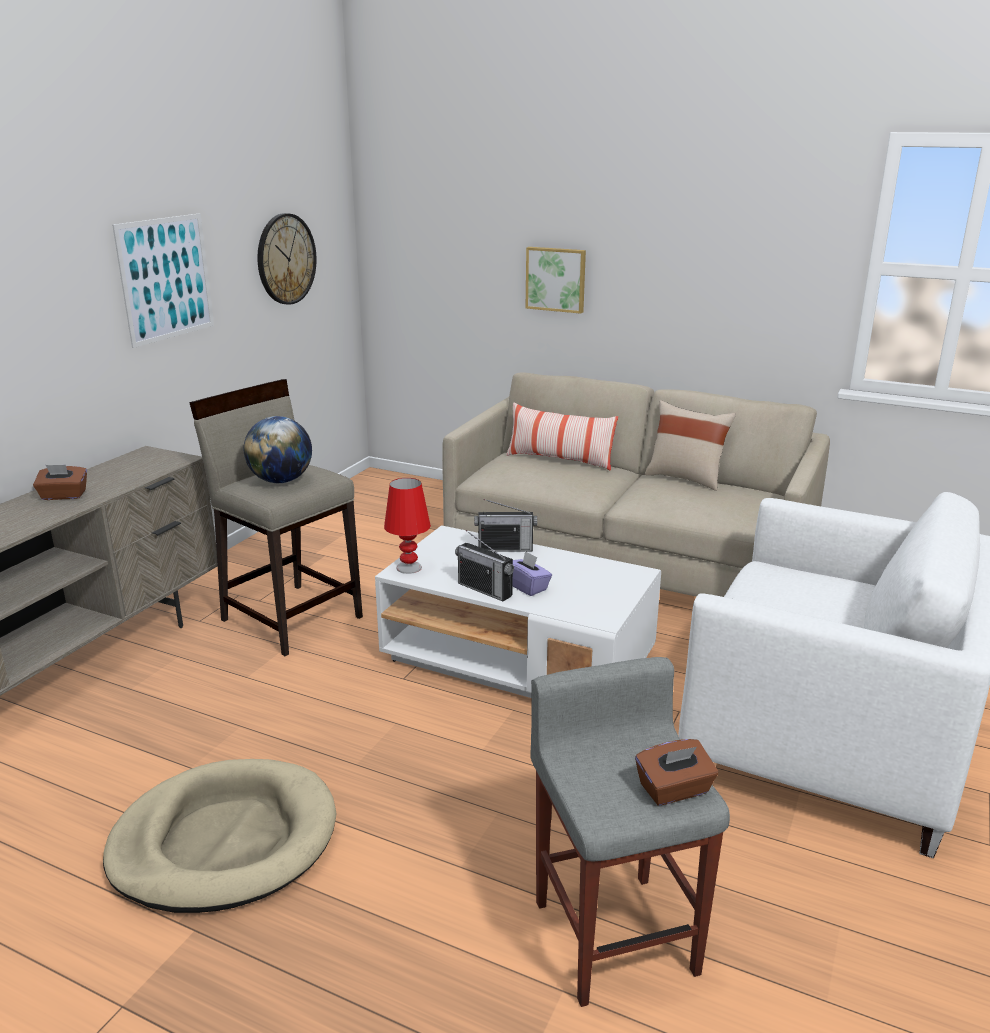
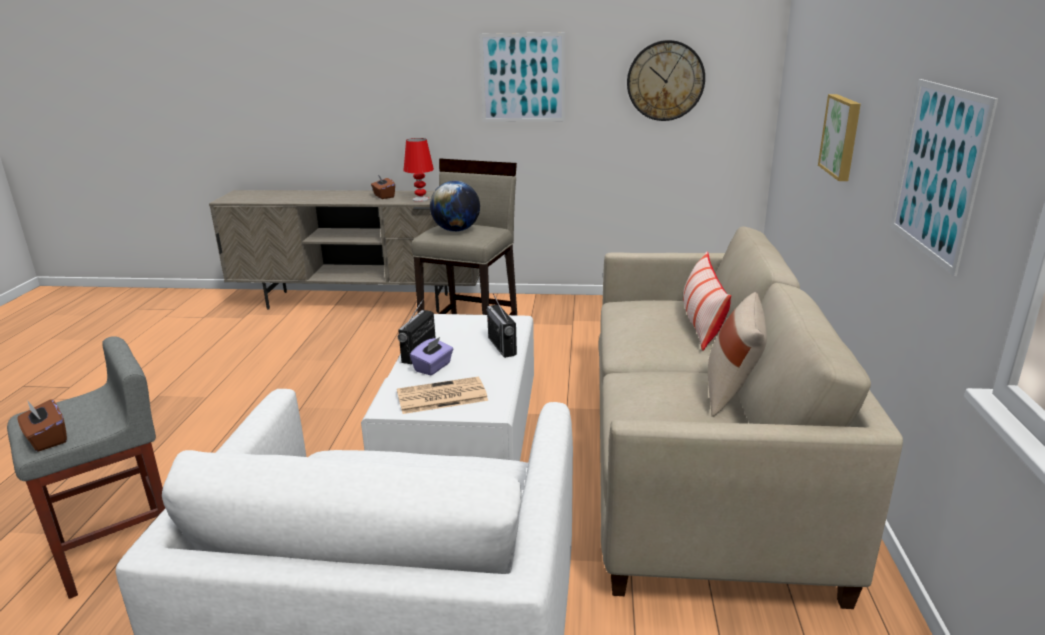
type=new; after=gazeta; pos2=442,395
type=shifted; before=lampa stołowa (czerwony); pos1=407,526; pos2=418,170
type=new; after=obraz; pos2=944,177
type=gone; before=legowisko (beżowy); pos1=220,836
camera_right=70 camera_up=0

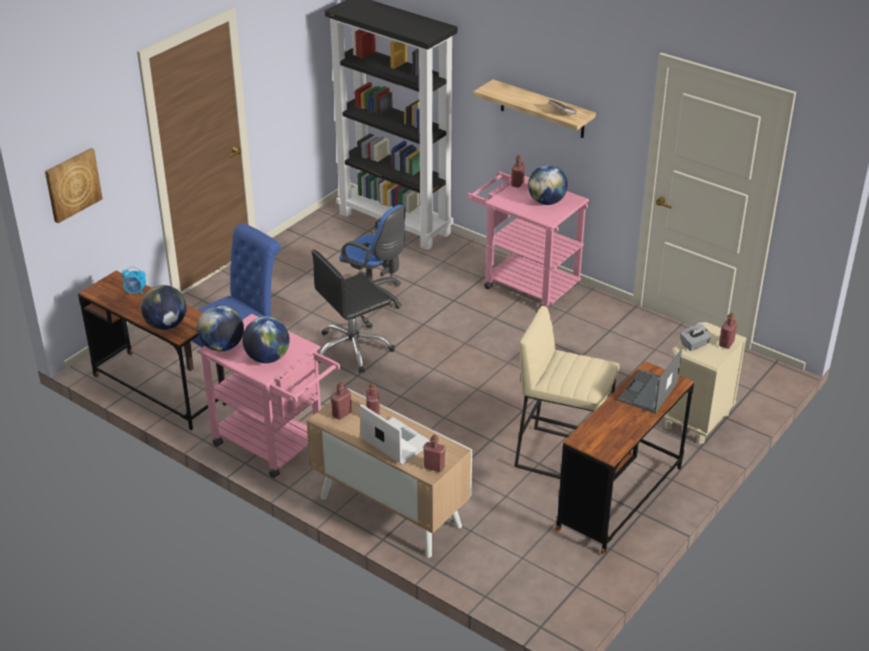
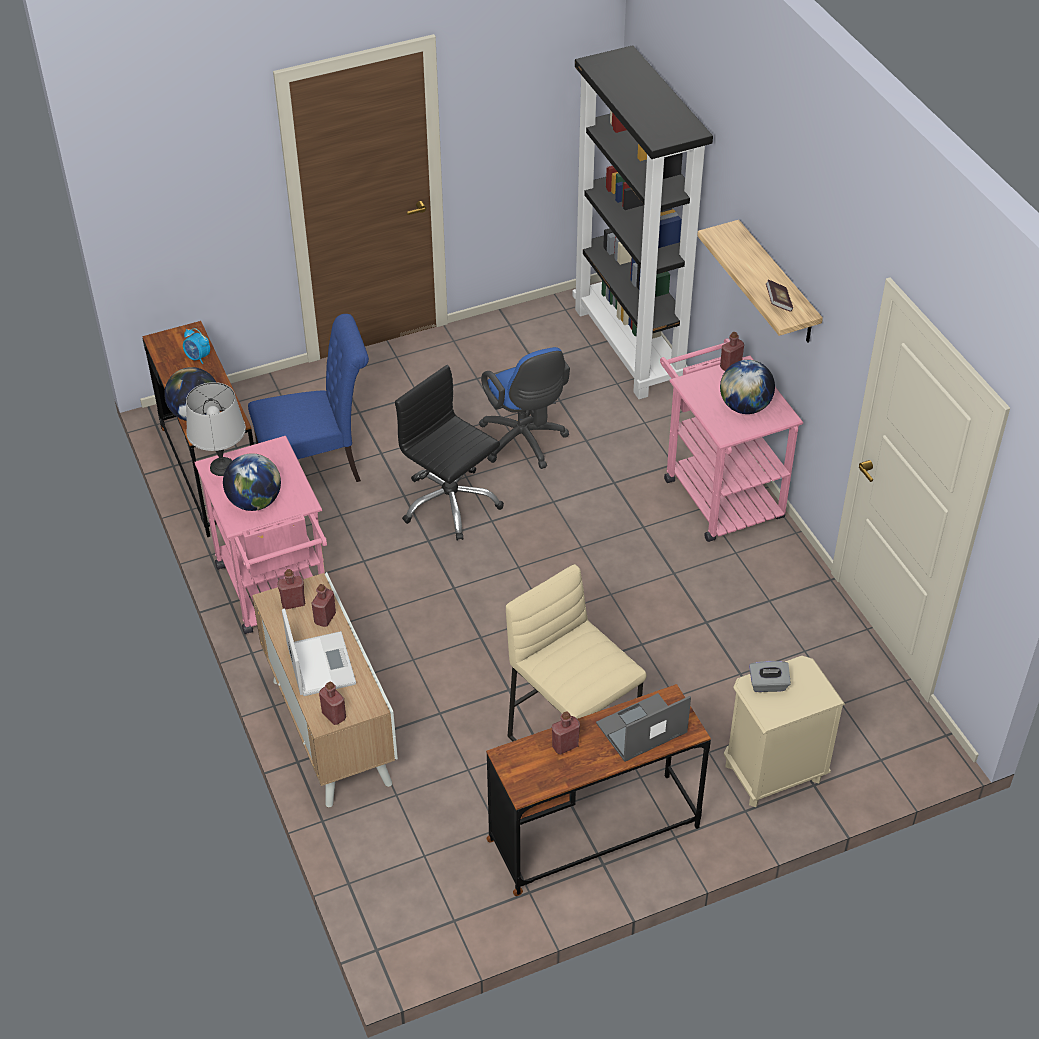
type=swapped; before=globus; after=lampa stołowa (szary); pos1=220,328; pos2=216,429
type=rotated; before=krzesło biurowe (czarny); pos1=353,311; pos2=449,452; turn=45
type=shifted; before=butelka (czerwony); pos1=728,331; pos2=566,733
type=gone; before=obraz; pos1=74,185
camera_right=30 camera_up=10

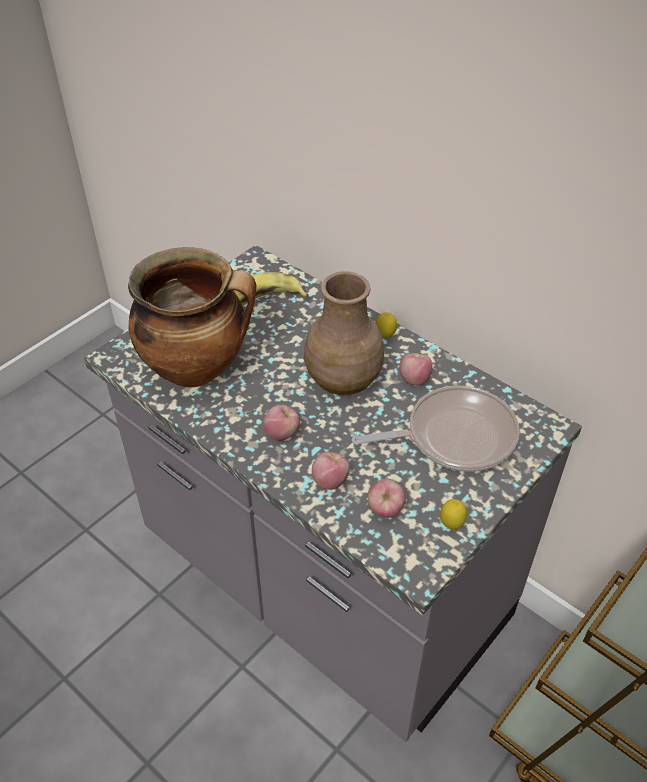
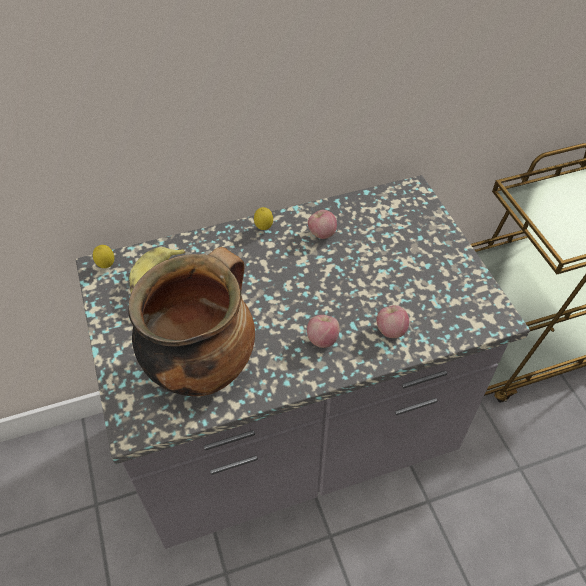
type=shifted; before=cytryna; pos1=453,514; pos2=103,256
type=gone; before=wazon (brązowy); pos1=344,333
type=gone; before=patelnia; pos1=436,428
type=gone; before=jabłko; pos1=387,498
camera_right=-60 camera_up=5

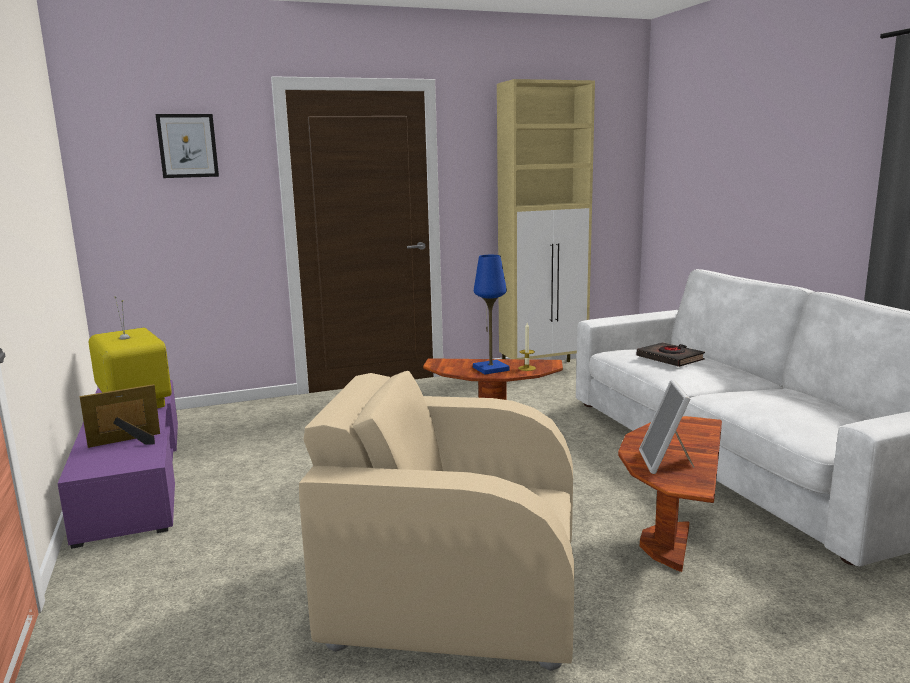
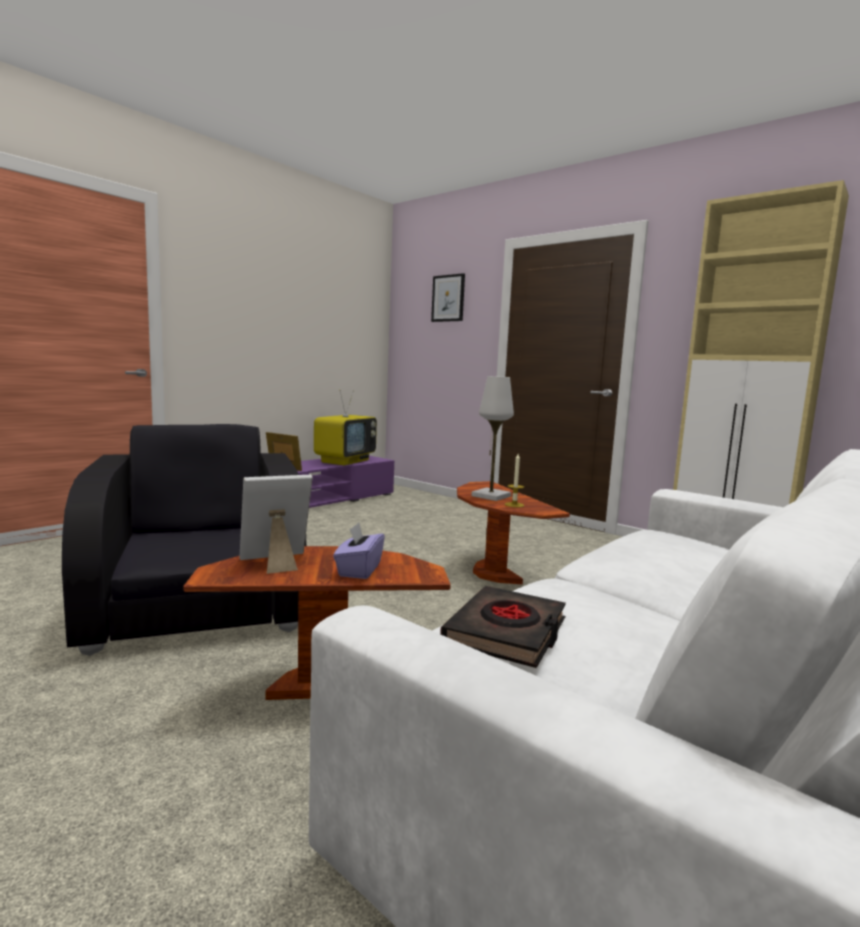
type=repainted; before=fotel (beżowy); after=fotel (czarny); pos1=436,521; pos2=184,540
type=new; after=pudełko chusteczek (fioletowy); pos2=359,551
type=shifted; before=książka (czarny); pos1=671,354; pos2=503,627
type=repainted; before=lampa stołowa (niebieski); after=lampa stołowa (biały); pos1=491,314; pos2=492,438
camera_right=60 camera_up=-5

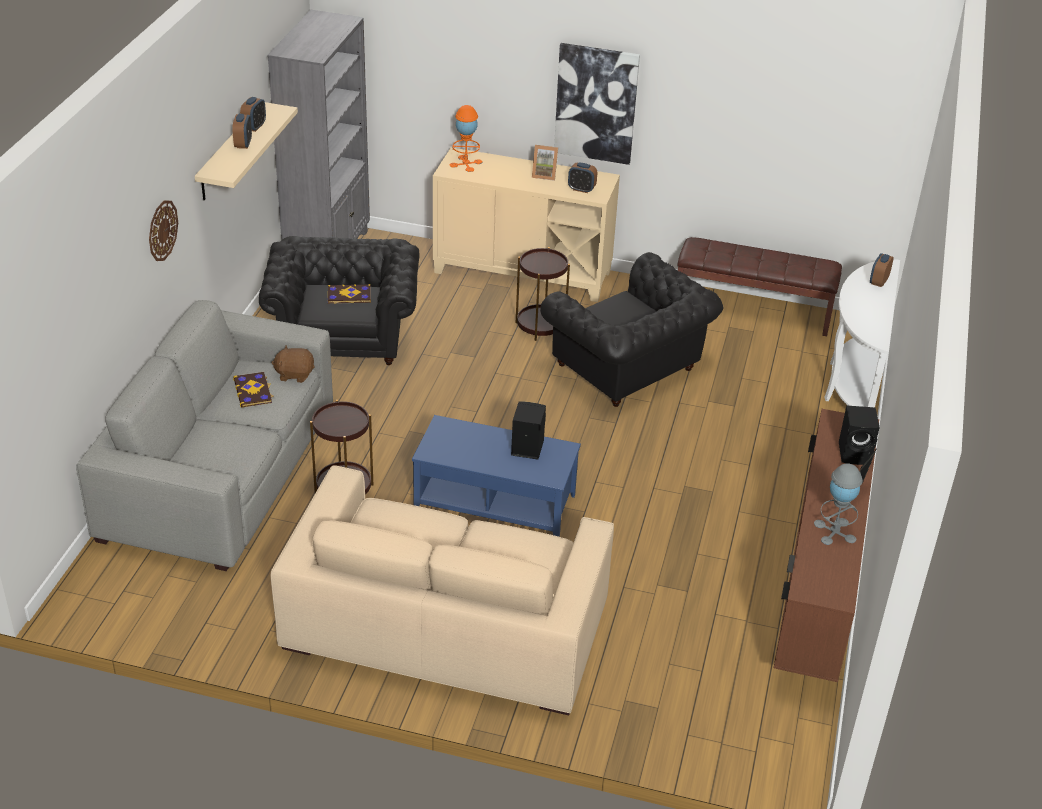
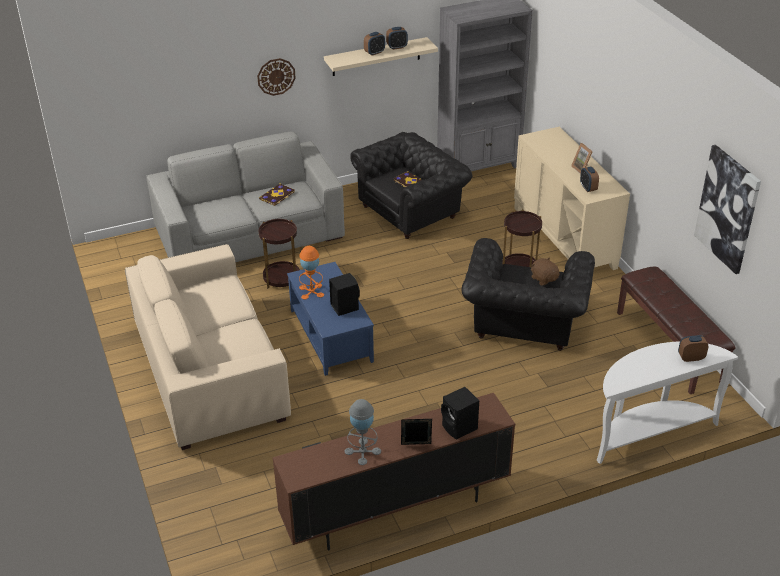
type=shifted; before=lampa stołowa (pomarańczowy); pos1=466,138; pos2=311,273
type=shifted; before=pluszak (brązowy); pos1=292,364; pos2=545,271
type=shifted; before=obraz; pos1=597,104; pos2=727,209
camera_right=55 camera_up=0

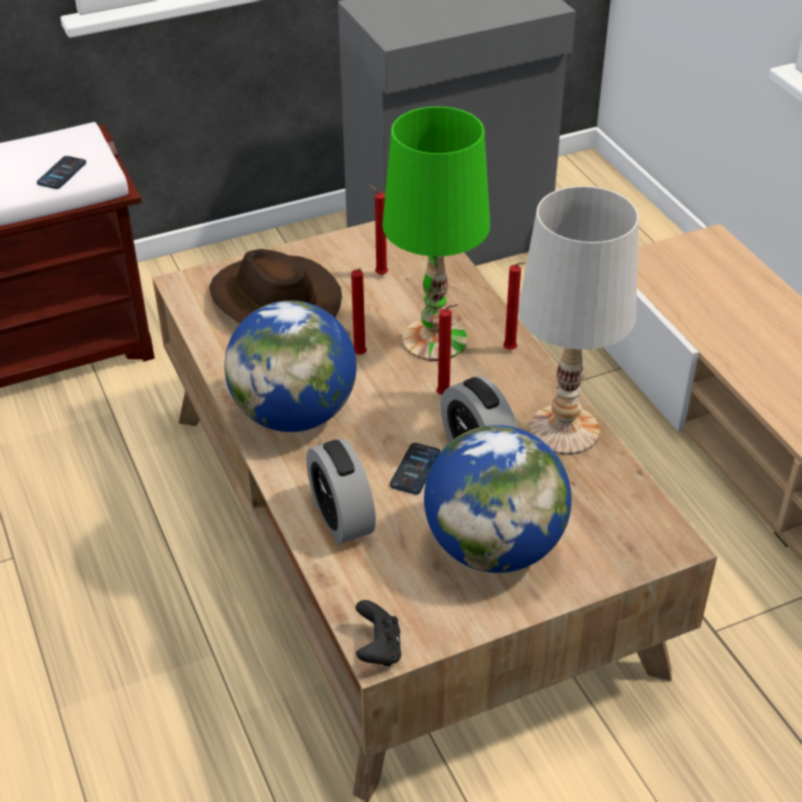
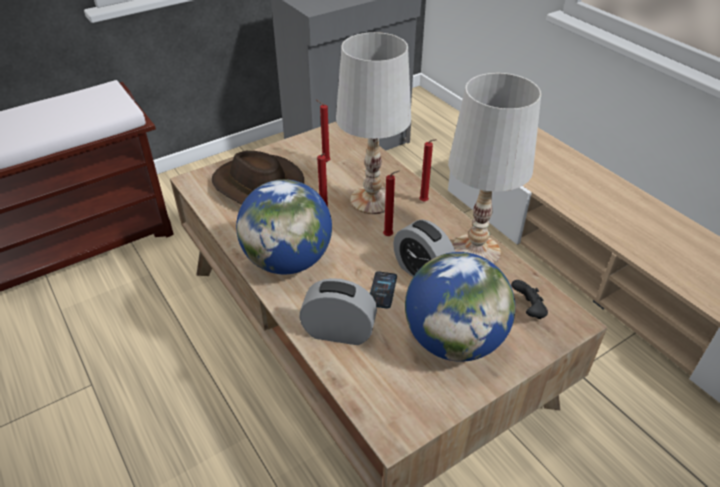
type=rotated; before=budzik; pos1=341,491; pos2=338,311; turn=135
type=repainted; before=lampa stołowa (zielony); after=lampa stołowa (biały); pos1=436,233; pos2=373,123
type=shifted; before=pad do gier (czarny); pos1=378,633; pos2=529,299
type=gone; before=telefon; pos1=61,172
camera_right=-10 camera_up=0

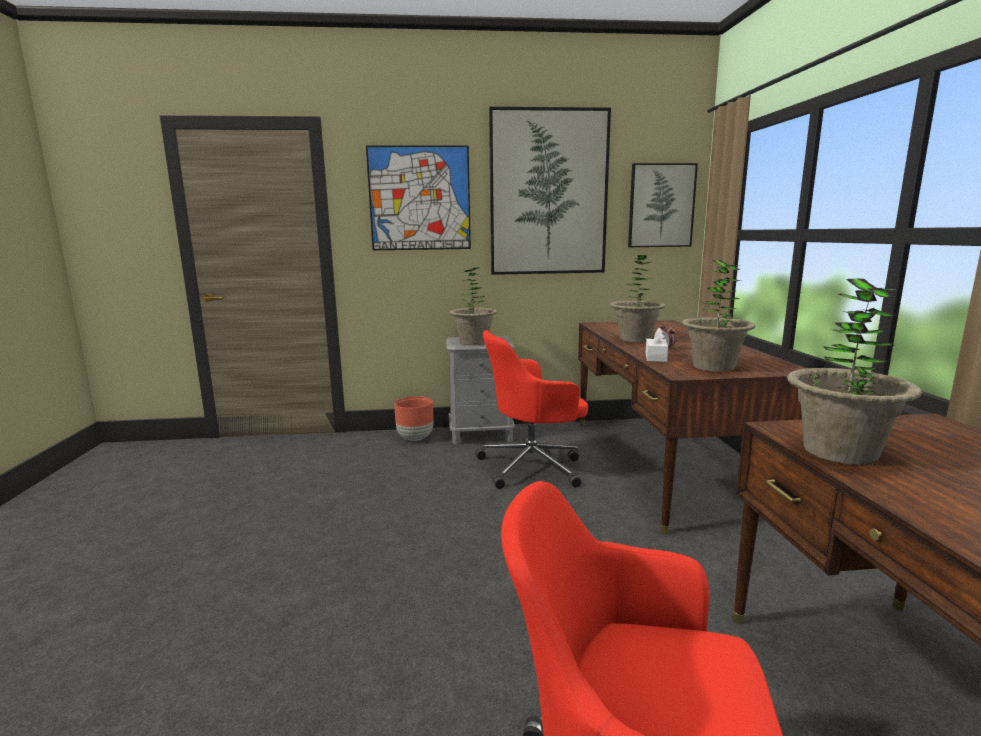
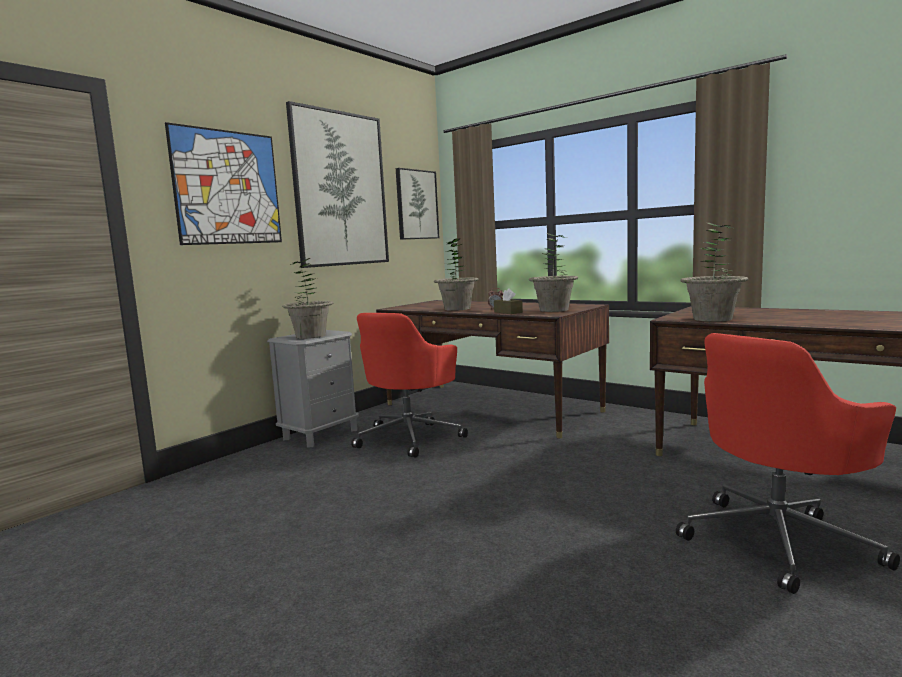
type=repainted; before=pudełko chusteczek (biały); after=pudełko chusteczek (brązowy); pos1=657,345; pos2=508,301
type=gone; before=donica (brązowy); pos1=413,418
camera_right=-45 camera_up=-5

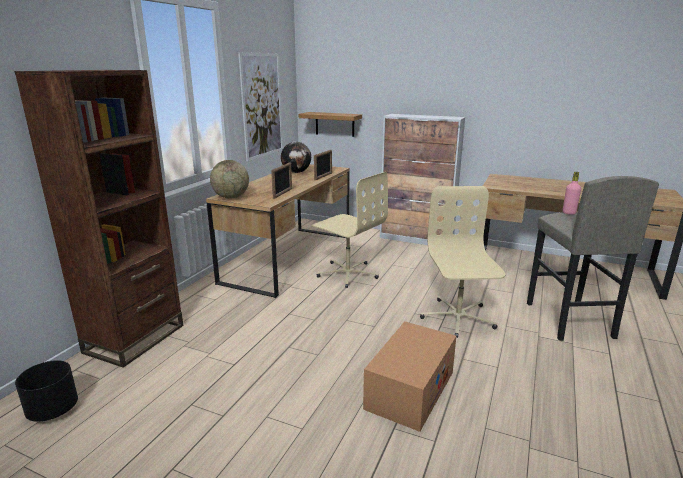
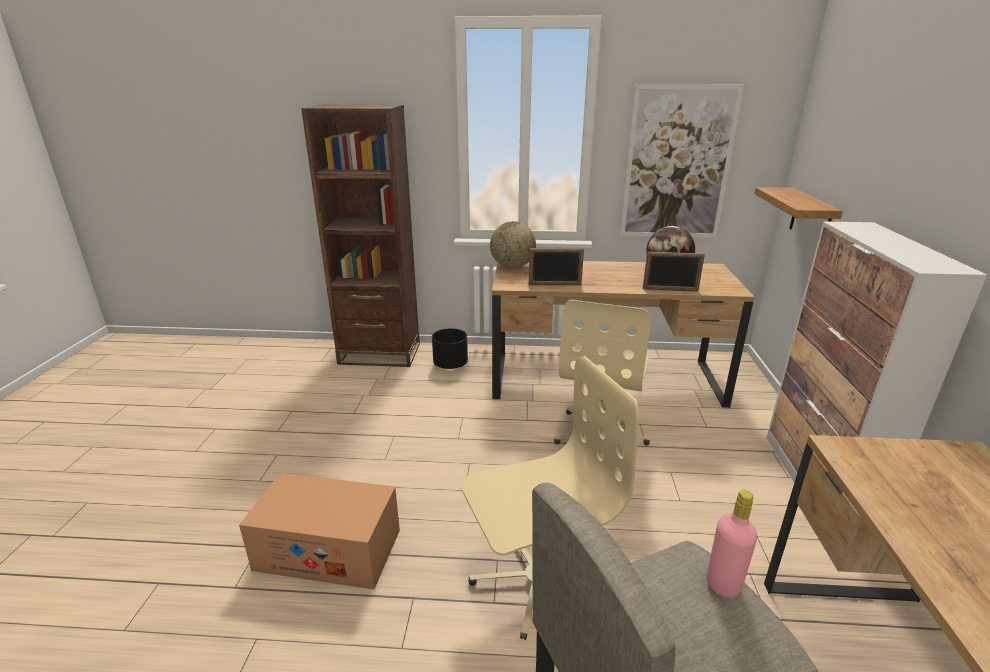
type=shifted; before=donica (czarny); pos1=46,391; pos2=450,348
camera_right=70 camera_up=5

